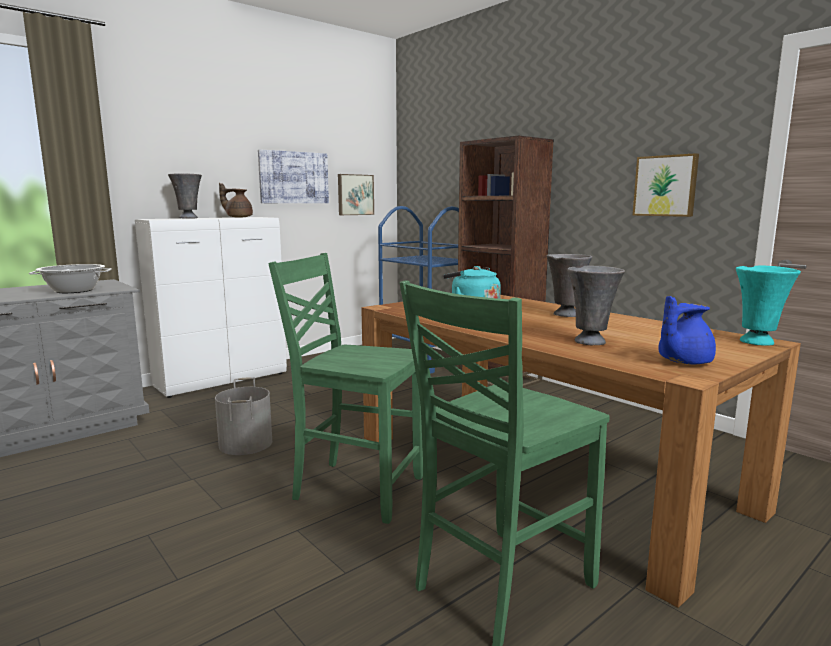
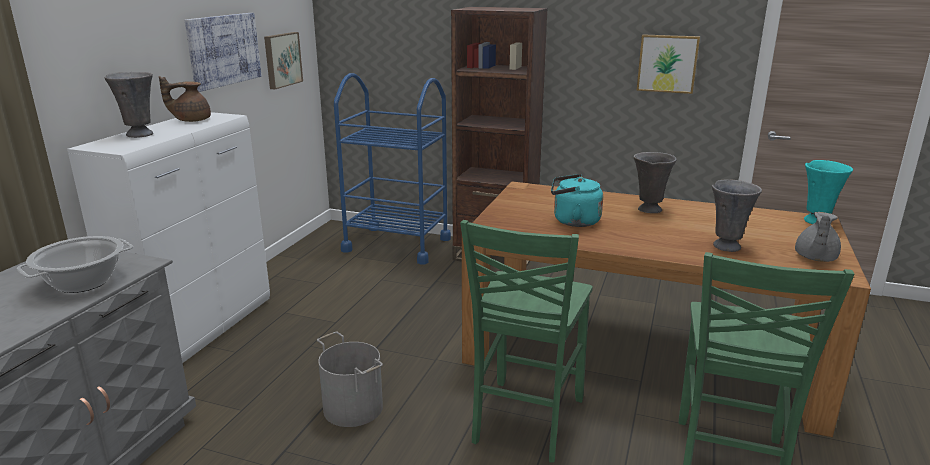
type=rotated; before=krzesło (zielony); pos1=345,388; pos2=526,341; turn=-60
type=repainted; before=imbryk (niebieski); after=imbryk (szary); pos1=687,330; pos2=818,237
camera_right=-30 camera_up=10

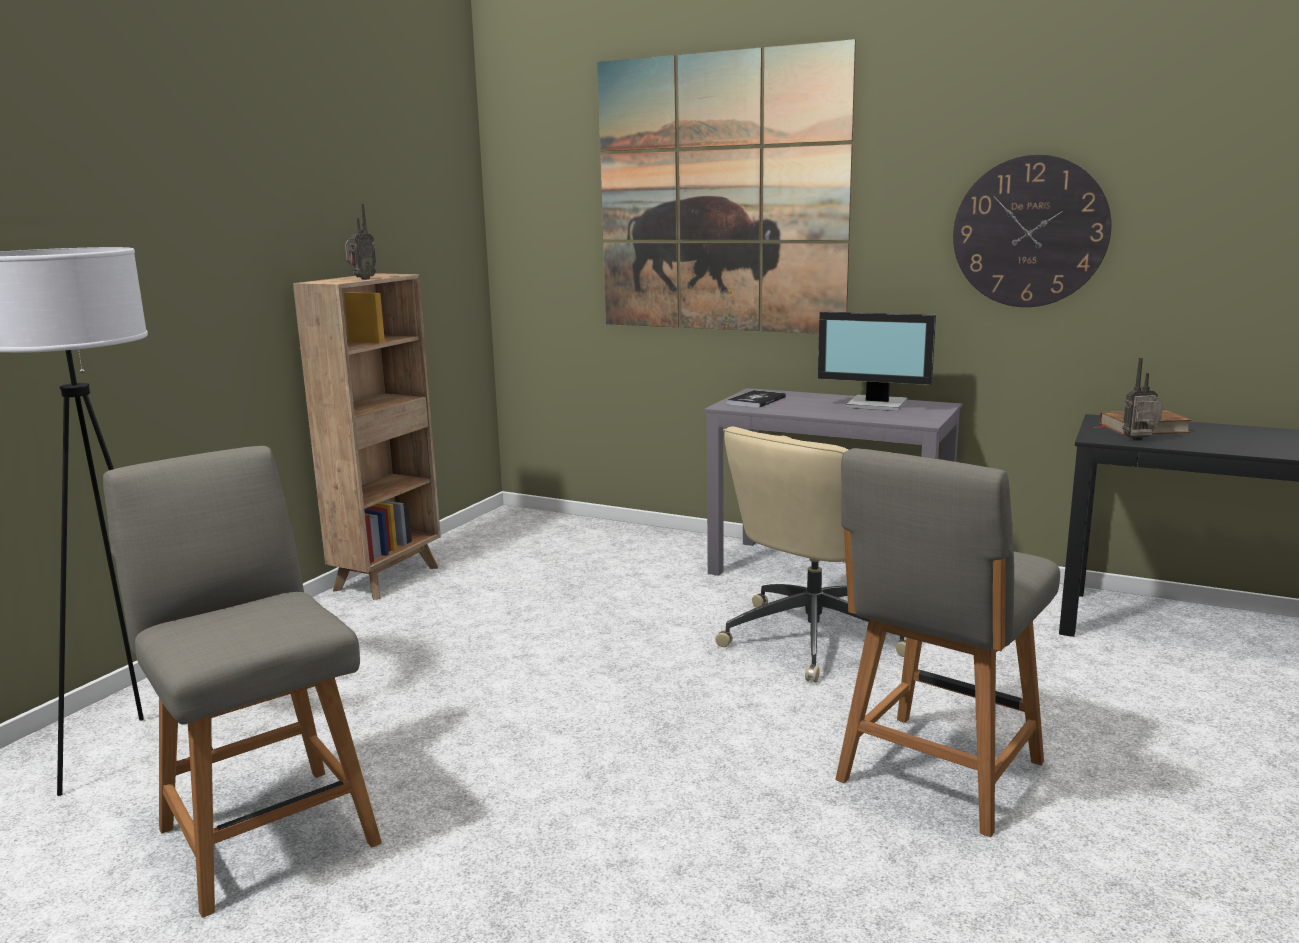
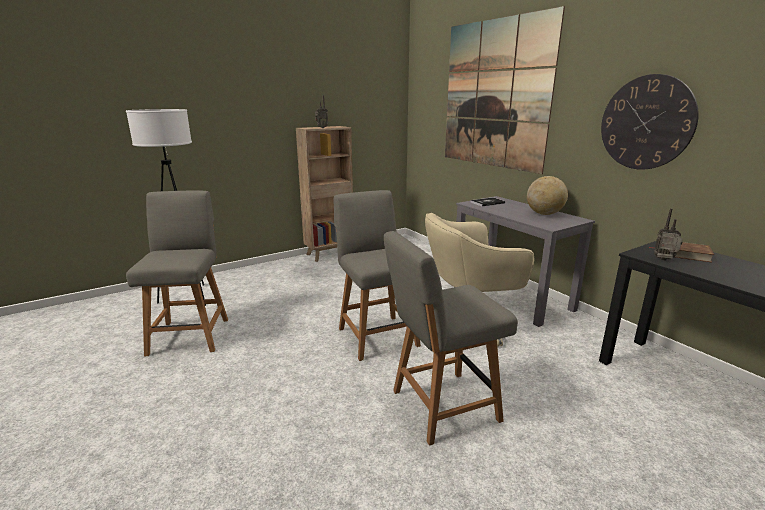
type=new; after=krzesło (szary); pos2=377,275
type=swapped; before=monitor; after=globus; pos1=877,361; pos2=547,195
camera_right=30 camera_up=5

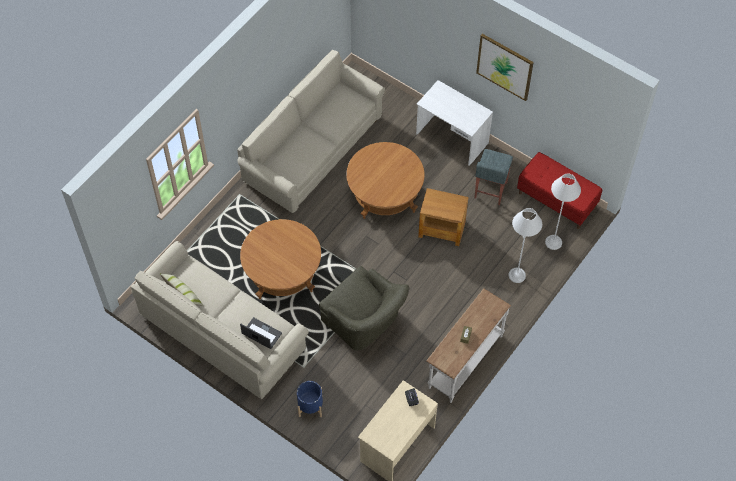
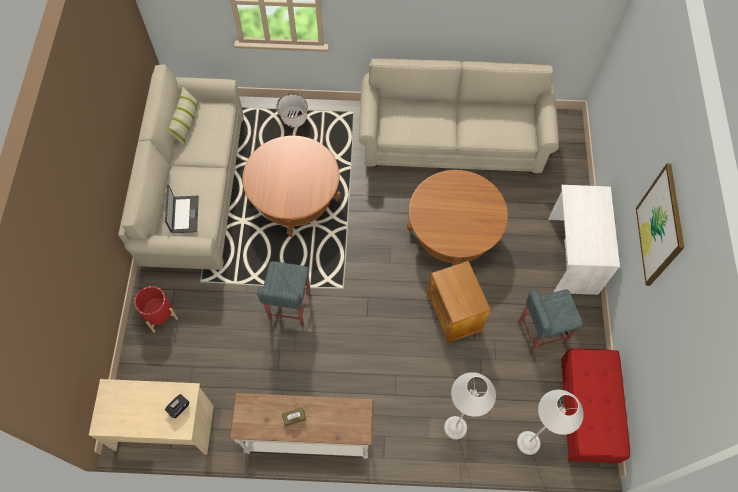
type=repainted; before=donica (niebieski); after=donica (czerwony); pos1=310,399; pos2=156,309
type=swapped; before=fotel (zielony); after=stołek (szary); pos1=364,308; pos2=284,293
type=new; after=donica (biały); pos2=292,110
camera_right=55 camera_up=5

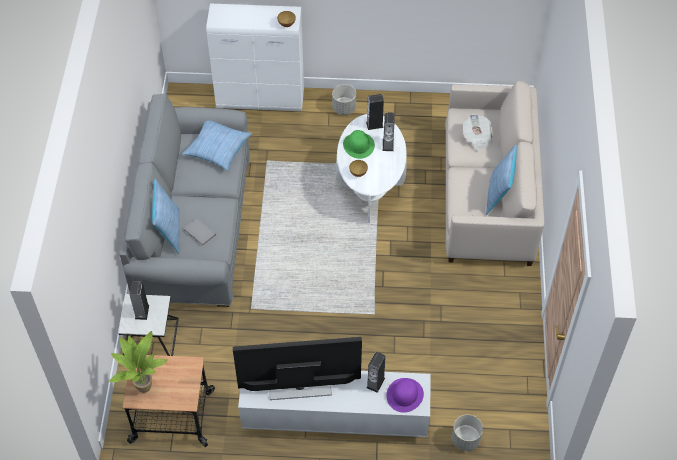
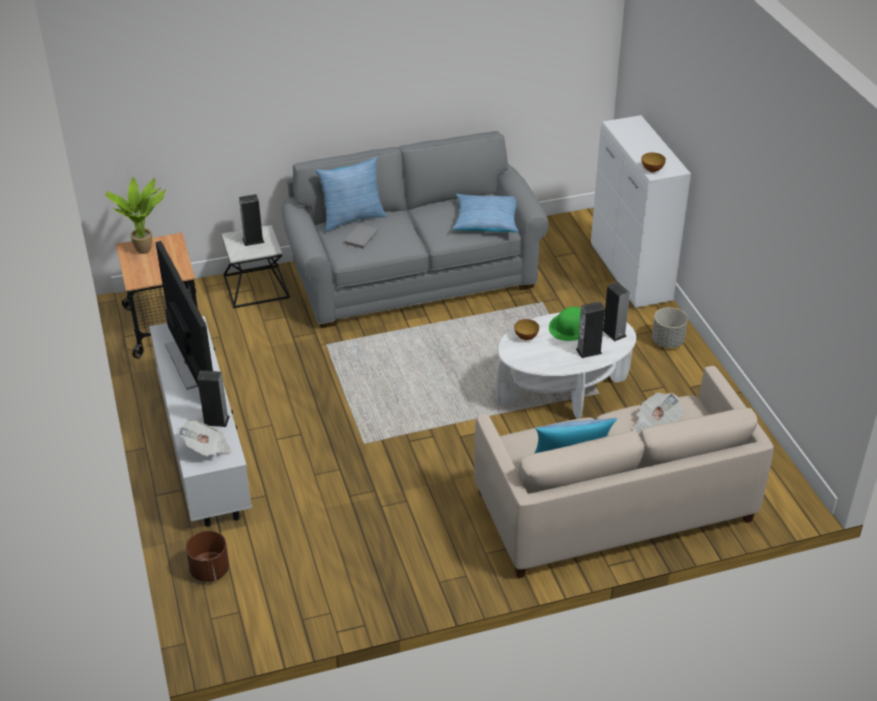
type=swapped; before=kapelusz (fioletowy); after=gazeta; pos1=405,395; pos2=205,438
type=repainted; before=donica (szary); after=donica (brązowy); pos1=467,432; pos2=207,556
camera_right=70 camera_up=-15

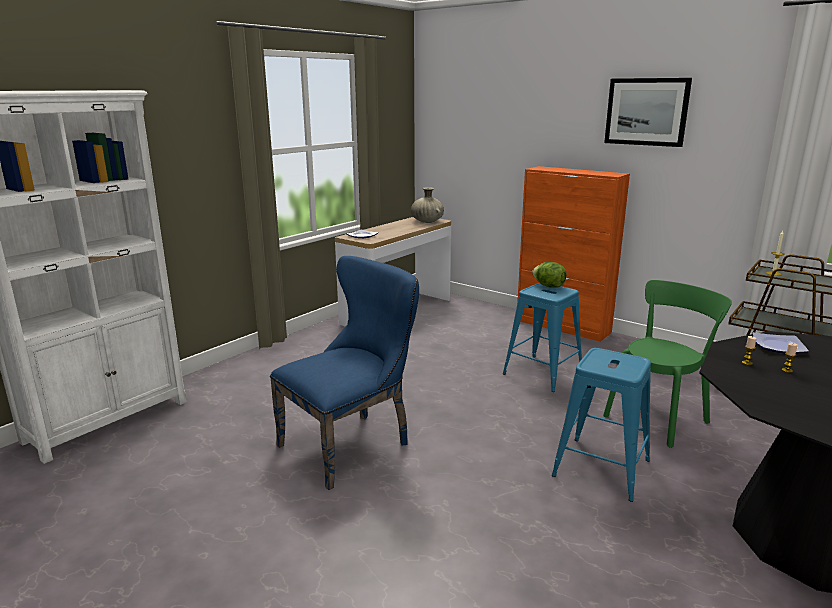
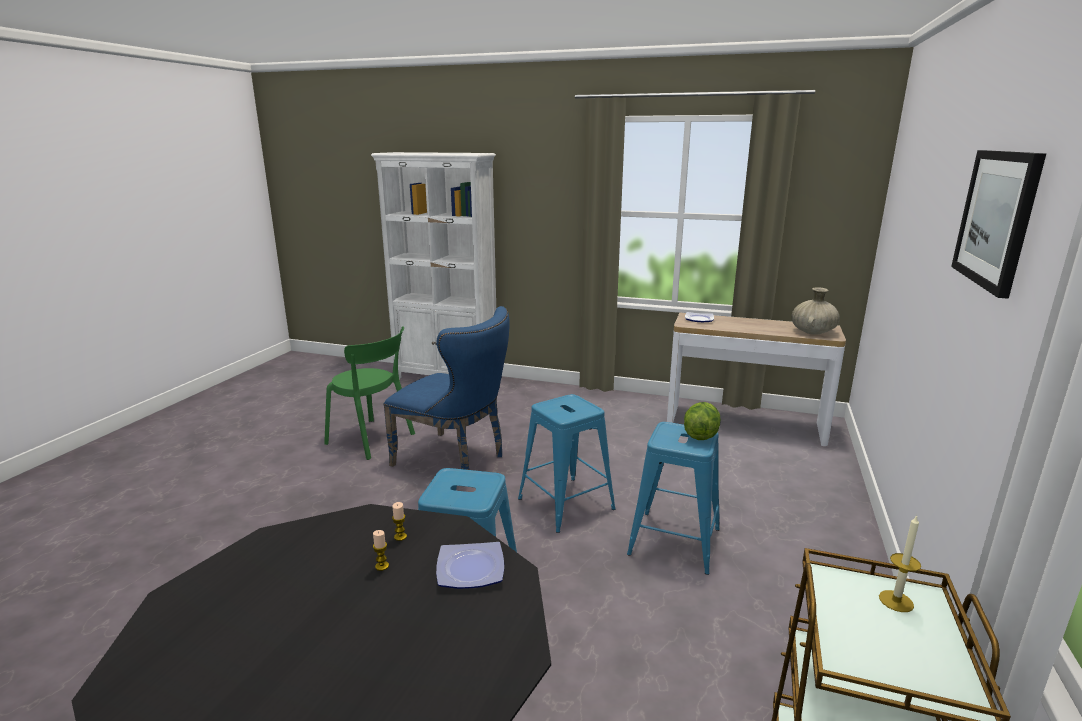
type=shifted; before=krzesło (zielony); pos1=667,364; pos2=369,393
type=new; after=stołek (niebieski); pos2=567,463
type=gone; before=szafka (pomarańczowy); pos1=573,254
camera_right=70 camera_up=0

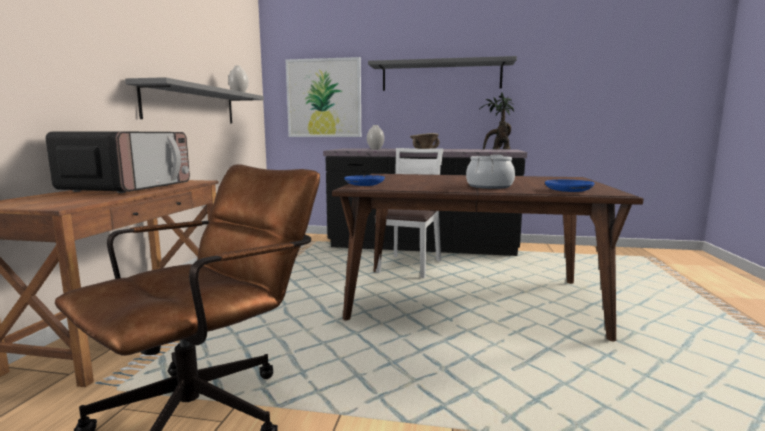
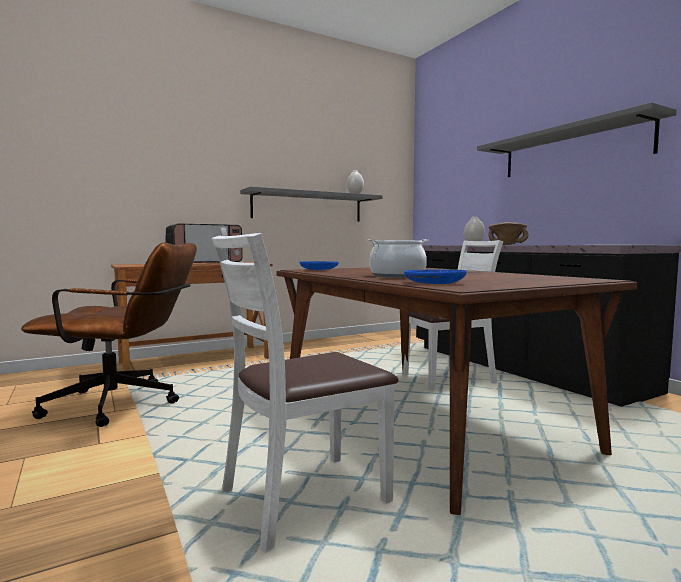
type=new; after=krzesło (biały); pos2=305,393
type=gone; before=obraz; pos1=323,97
type=gone; before=roślina doniczkowa; pos1=497,121
camera_right=50 camera_up=-5

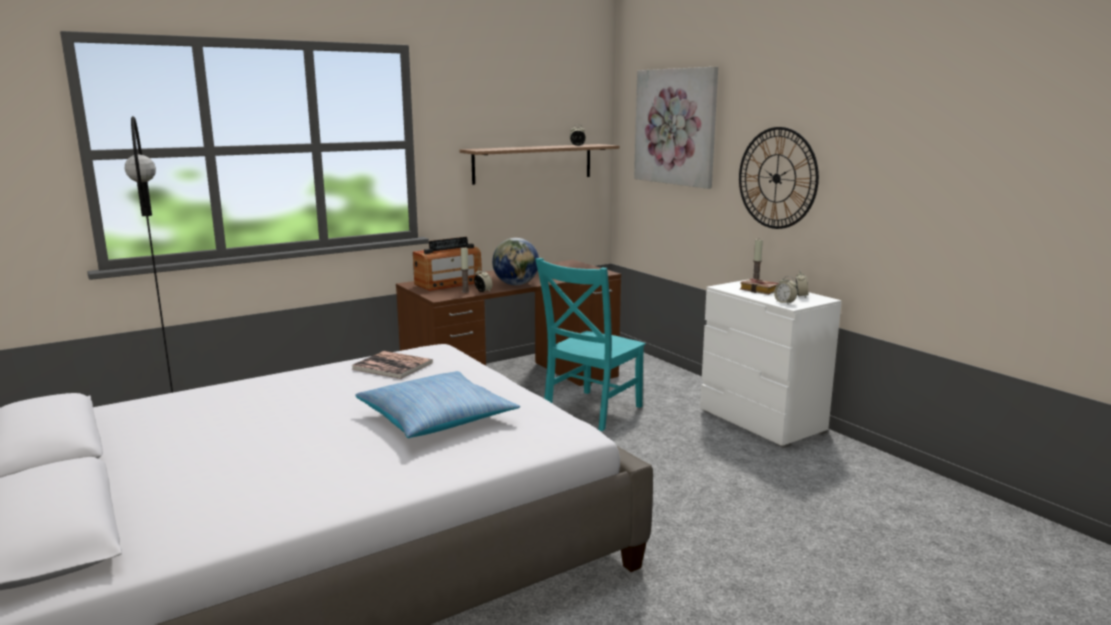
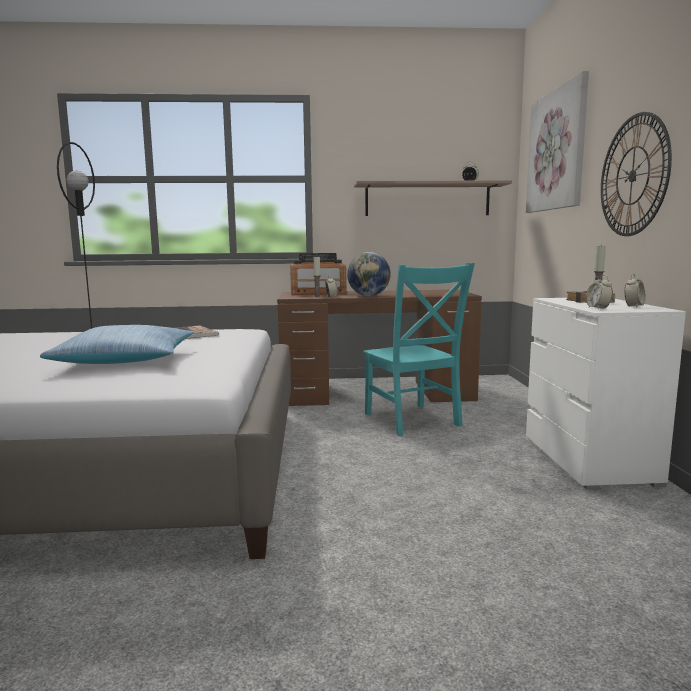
type=rotated; before=krzesło (turkusowy); pos1=590,344; pos2=419,349; turn=-90
camera_right=30 camera_up=-5

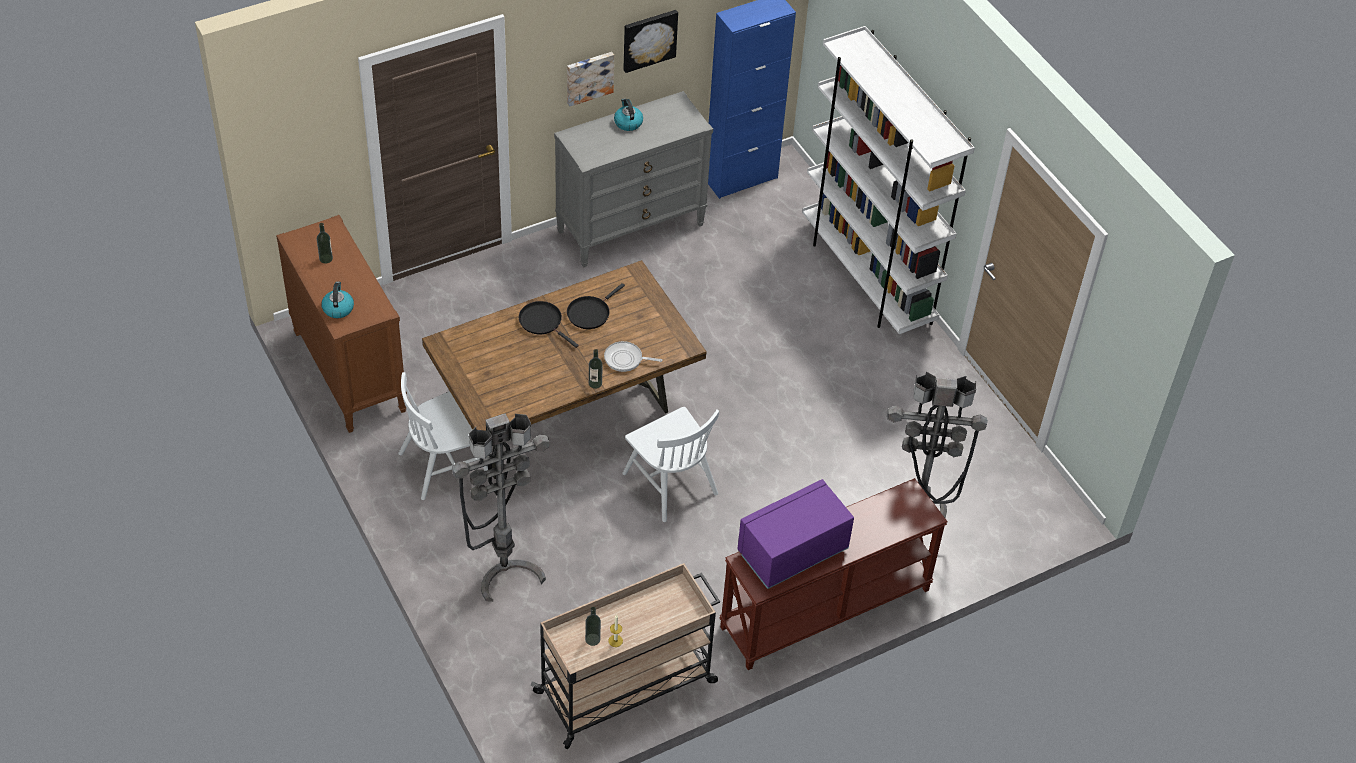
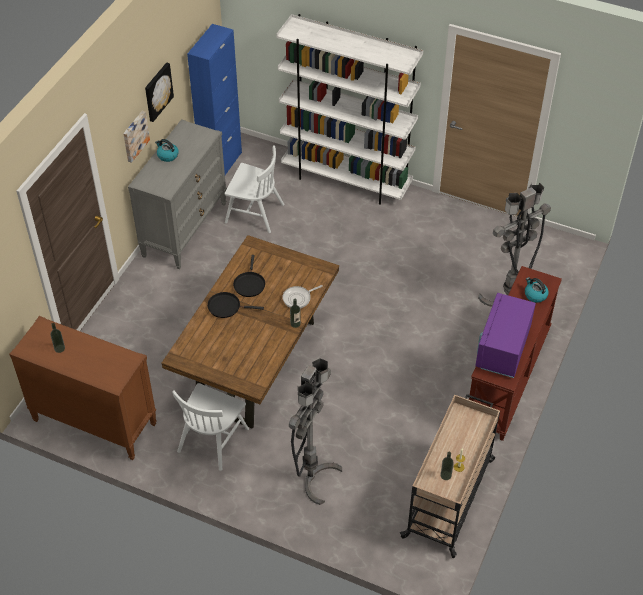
type=shifted; before=krzesło (biały); pos1=670,464; pos2=255,189
type=shifted; before=czajnik; pos1=337,300; pos2=537,290
camera_right=-35 camera_up=0

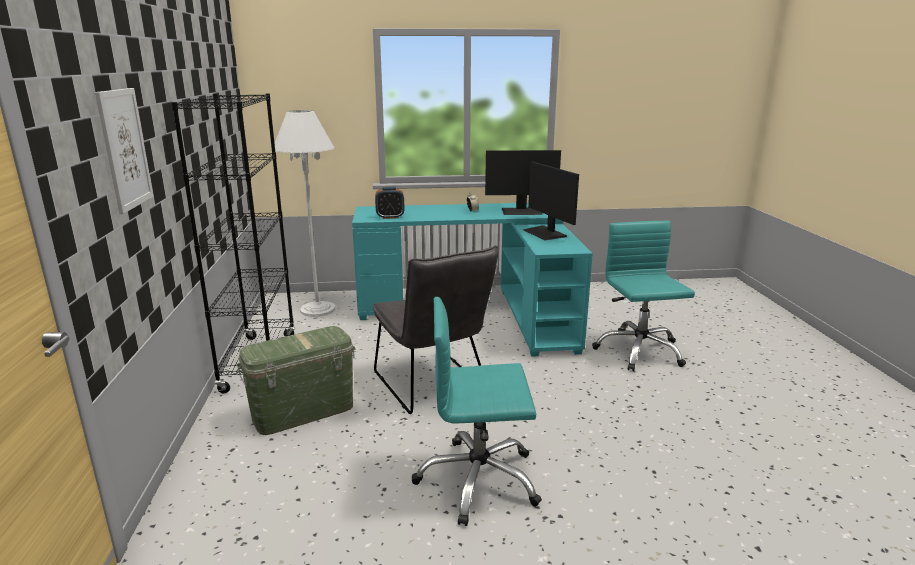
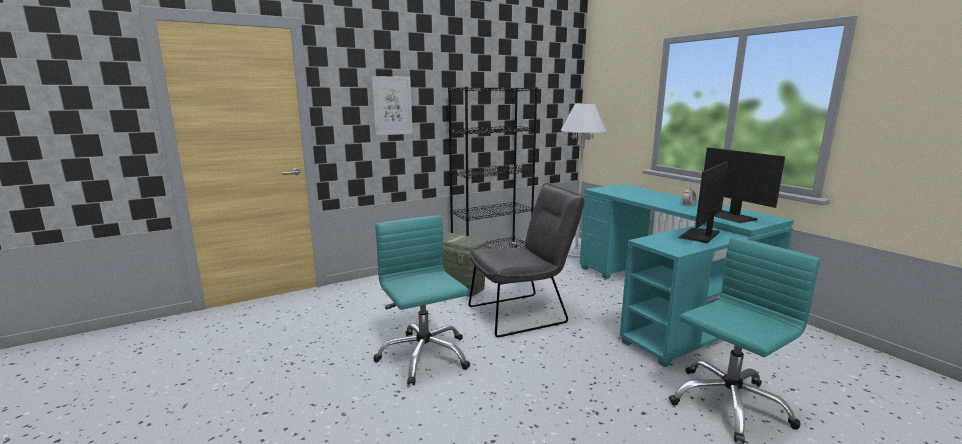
type=rotated; before=krzesło (szary); pos1=435,329; pos2=527,260; turn=-150
type=gone; before=budzik; pos1=390,203
camera_right=65 camera_up=-5

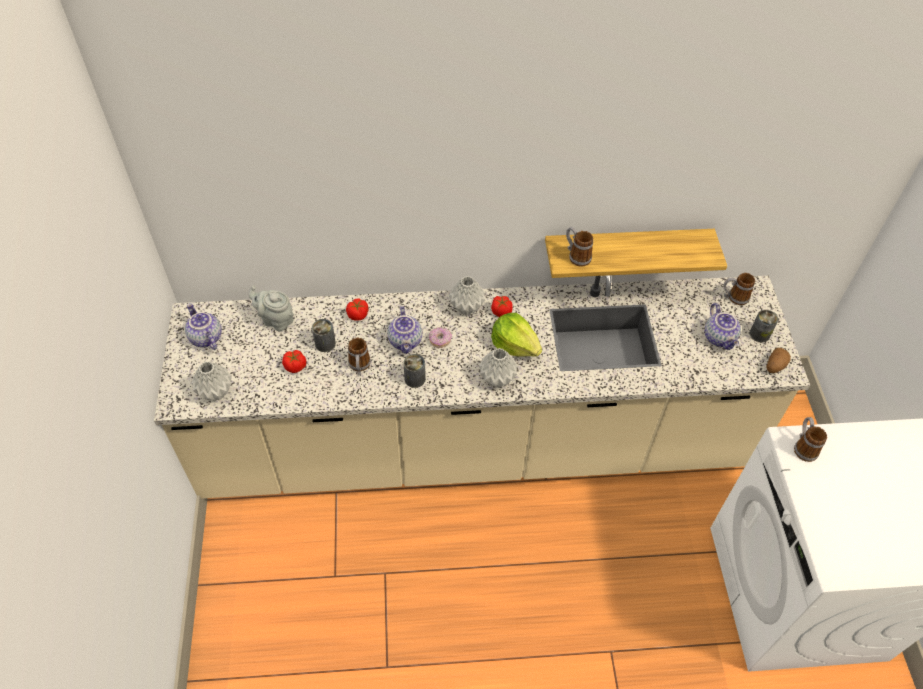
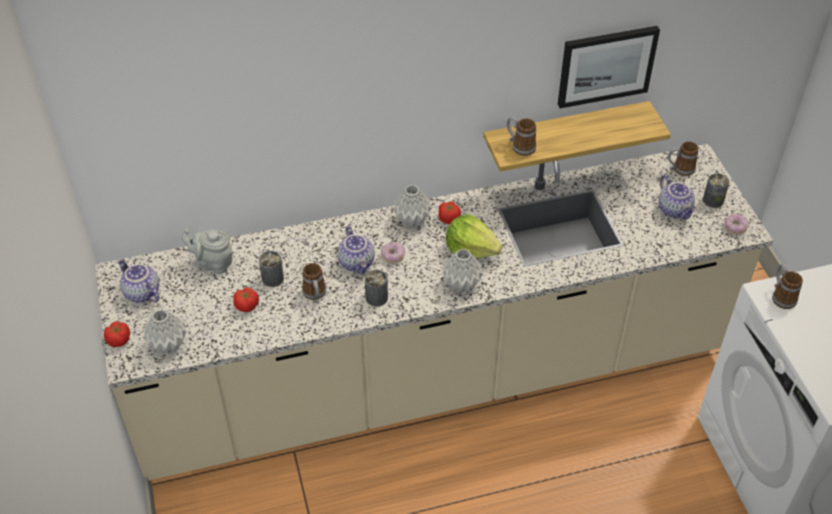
type=shifted; before=pomidor; pos1=357,310; pos2=117,334
type=new; after=obraz; pos2=609,67
type=swapped; before=ziemniak; after=donut; pos1=778,360; pos2=736,224
camera_right=-10 camera_up=-5

